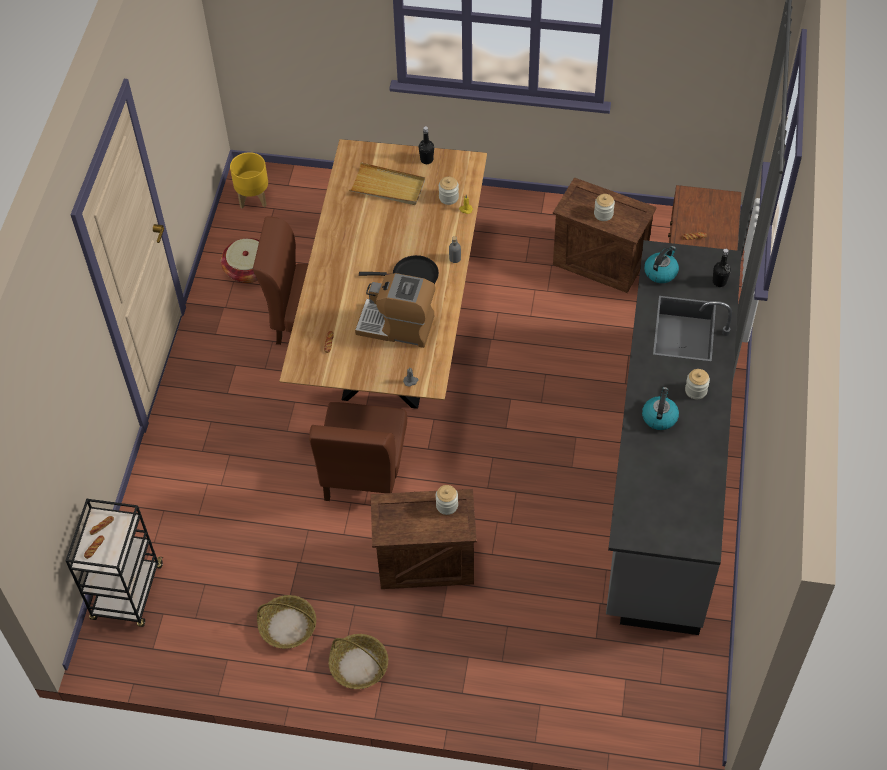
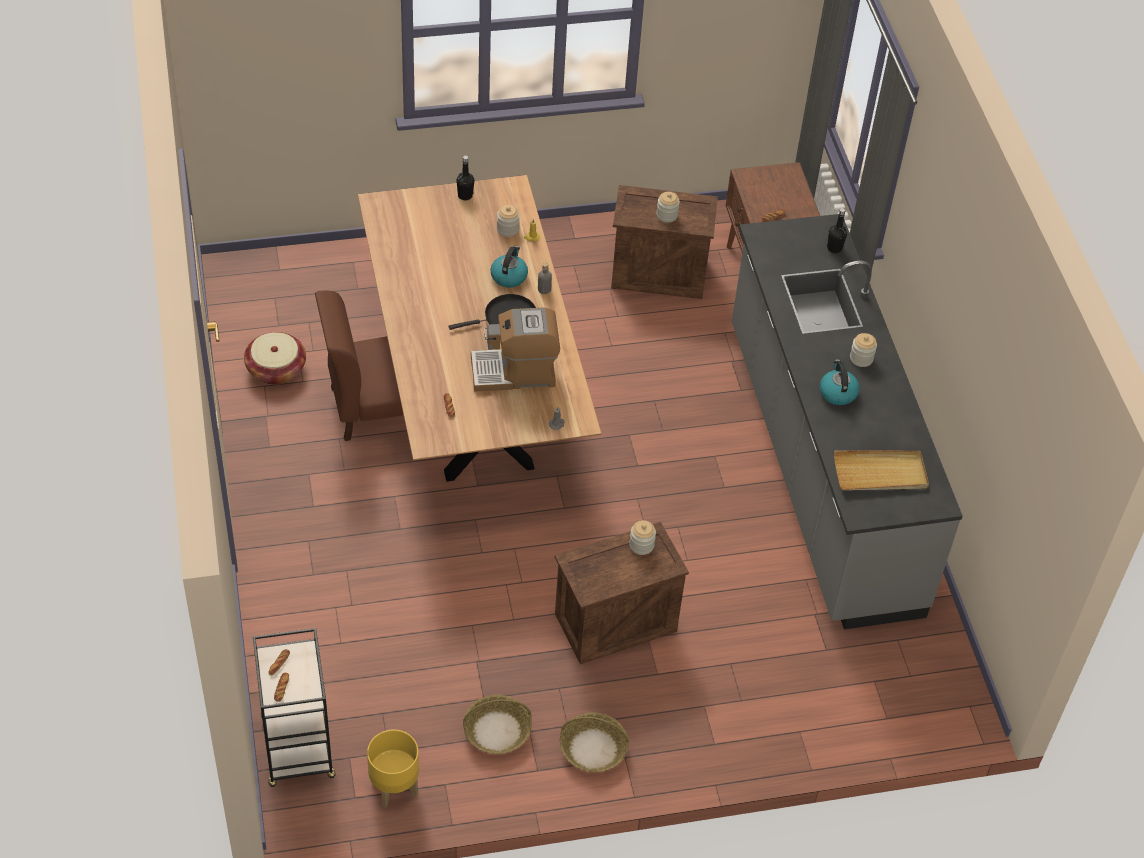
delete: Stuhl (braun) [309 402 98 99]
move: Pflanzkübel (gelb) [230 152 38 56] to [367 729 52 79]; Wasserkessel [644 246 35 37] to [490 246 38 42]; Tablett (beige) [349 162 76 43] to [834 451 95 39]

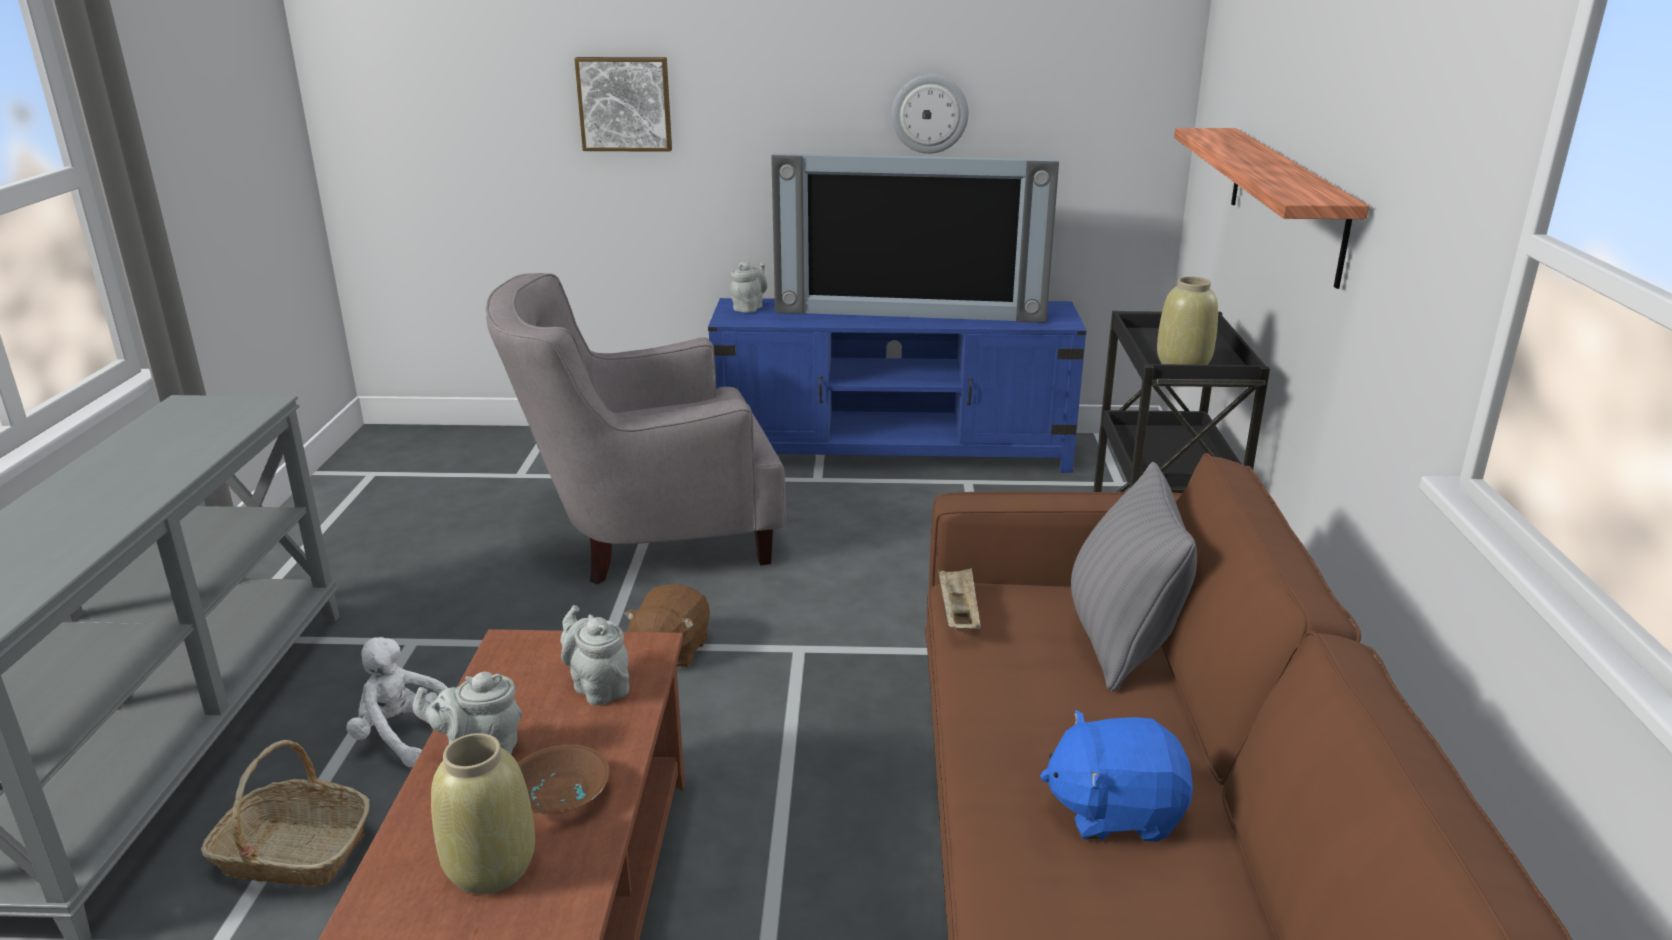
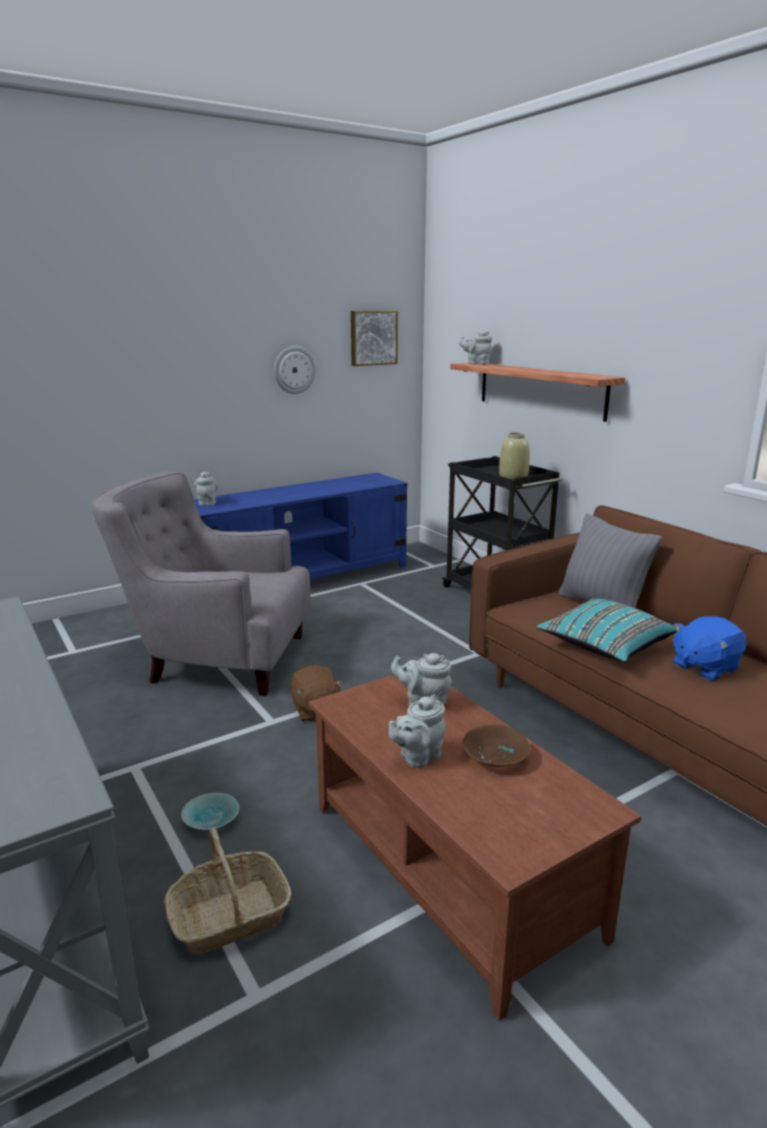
delete: Vase (beige) [431 733 104 161]; Fernseher [771 153 288 170]; Tablett (beige) [938 568 43 62]
insert: Teekanne (grau) [459 331 34 34]; Kissen (türkis) [537 598 140 64]
move: Bild [574 57 98 95] to [351 311 47 55]
replace: Plüschtier (weiß) [346 637 102 130] to Schüssel (türkis) [181 793 58 37]
rotate: Sessel (grau) [486 273 300 311] = [92 471 219 225] 60 degrees clockwise

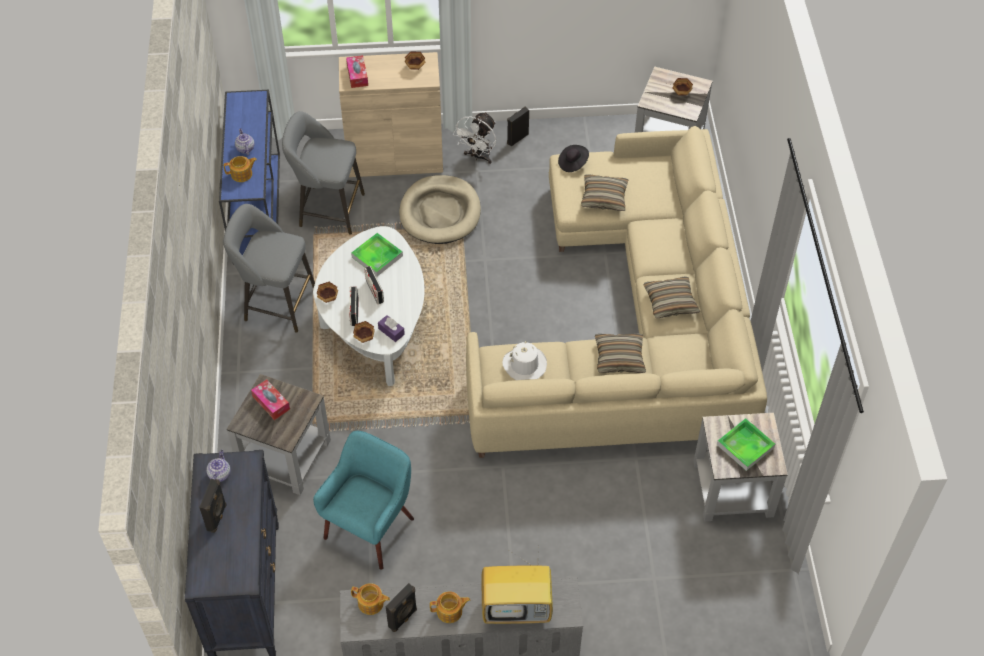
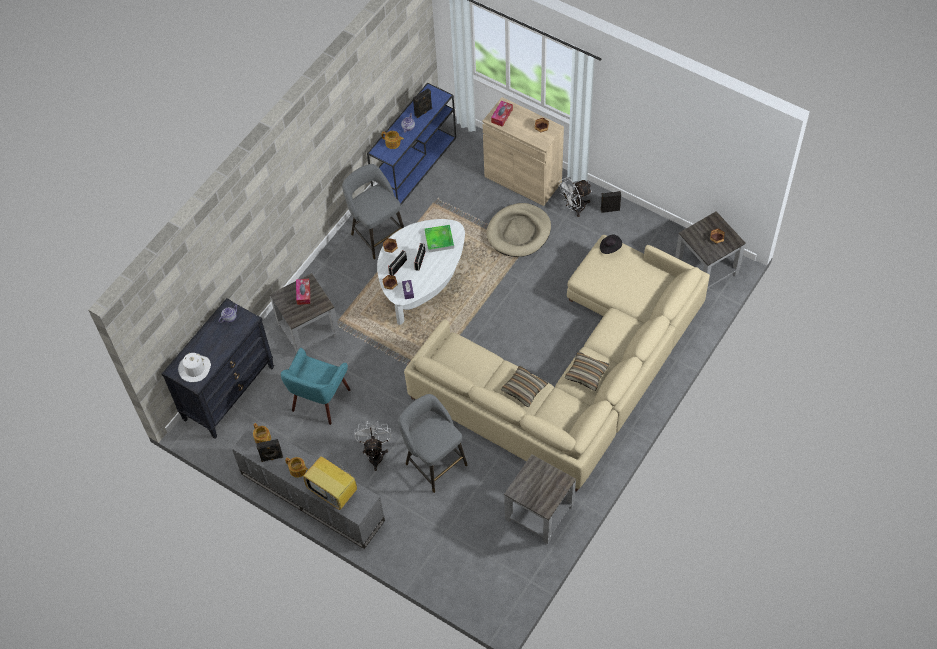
delete: Kissen [581 174 47 37]; Tablett [717 418 58 53]
insert: Ventilator (weiß) [355 421 36 50]
move: Hut (weiß) [502 341 45 39] to [178 352 33 30]; Hocker (grau) [282 111 83 124] to [398 394 69 99]; Lautsprecher (schwarz) [199 479 28 54] to [413 88 19 30]
rotate: Sessel (türkis) [313 431 101 139] = [281 348 70 77] 135 degrees clockwise

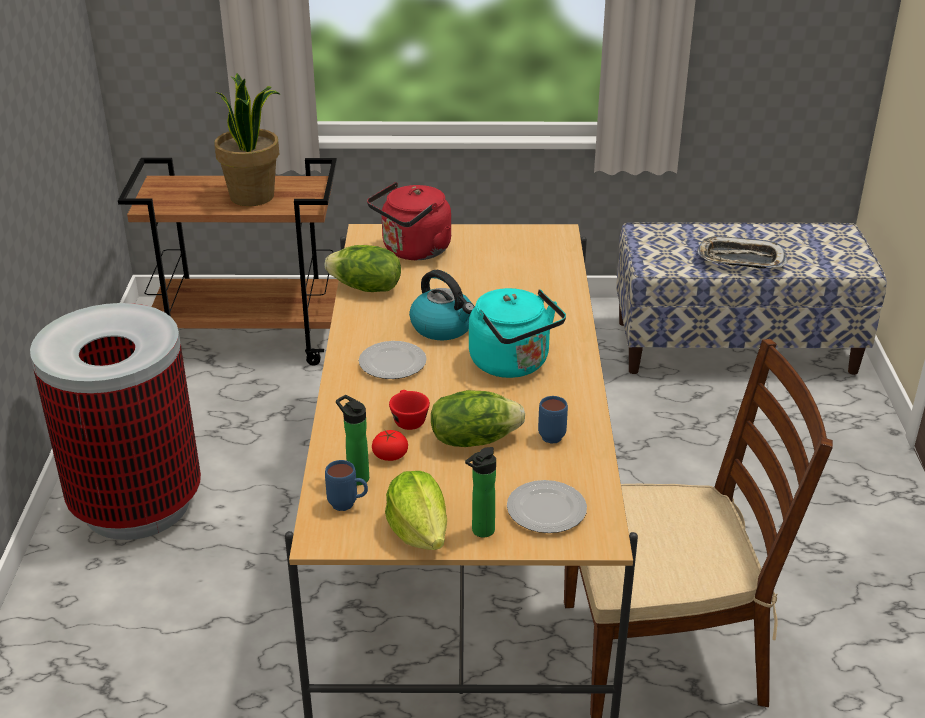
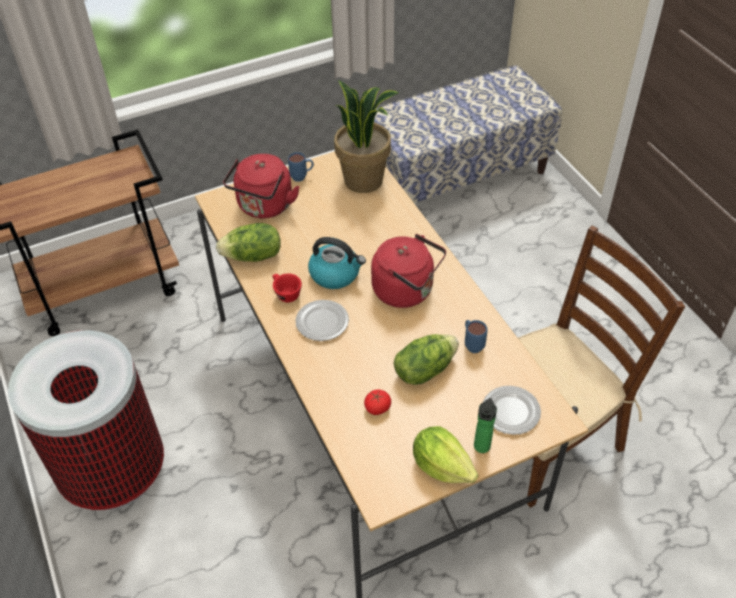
delete: Flasche [336 395 33 90]; Tablett [697 236 91 32]
move: Tasse (rot) [389 390 41 40] to [272 274 30 29]; Henkelbecher (blau) [325 460 43 51] to [288 152 26 30]; Topfpflanze [214 73 66 133] to [334 80 65 113]
recolor: Wasserkessel (türkis) [469 288 97 90] to Wasserkessel (rot) [371 234 75 74]

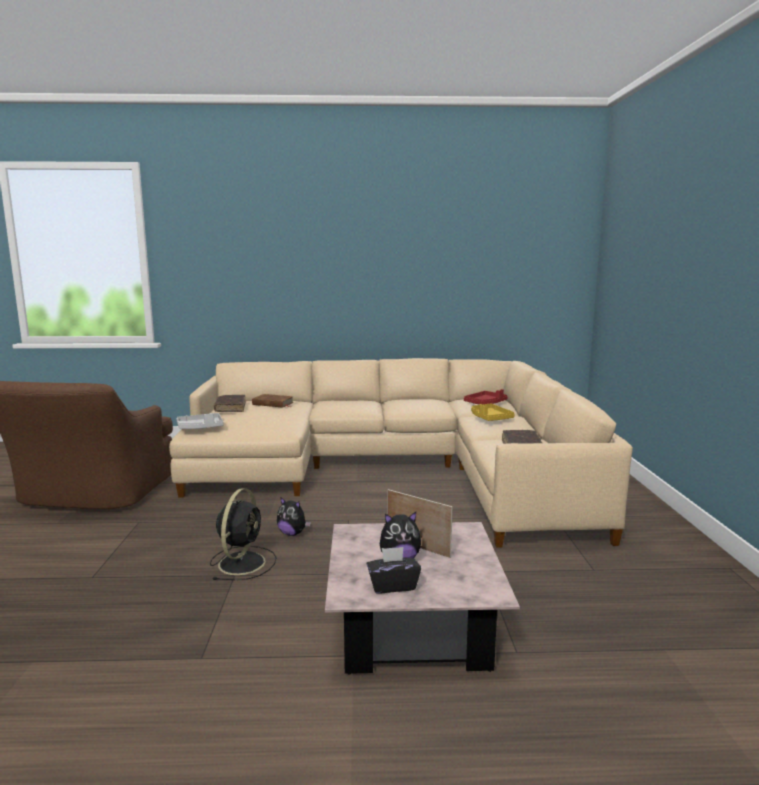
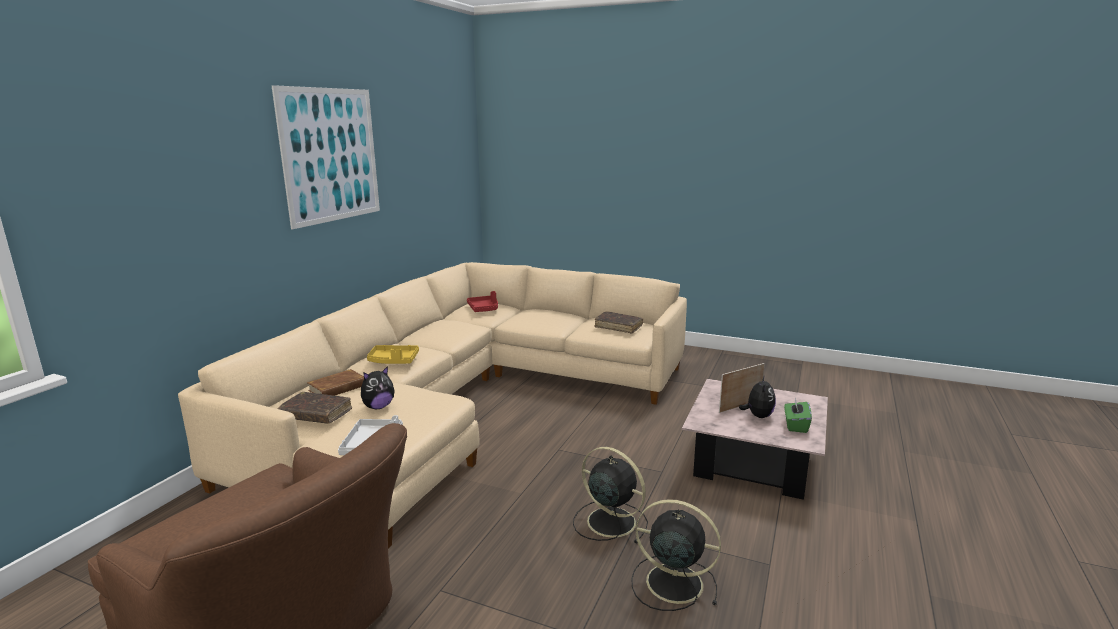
insert: Bild [271 85 109 144]; Ventilator (schwarz) [631 499 90 112]
move: Plüschtier [277 498 34 38] to [361 366 34 43]; Tablett (gelb) [471 404 44 17] to [367 345 52 19]
recolor: Taschentuchbox (schwarz) [367 547 54 46] to Taschentuchbox (grün) [784 398 28 35]

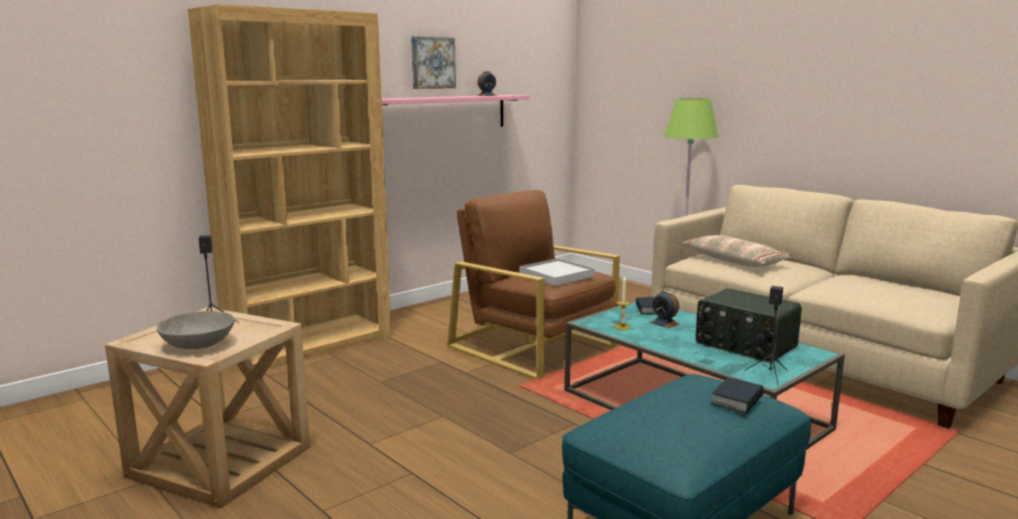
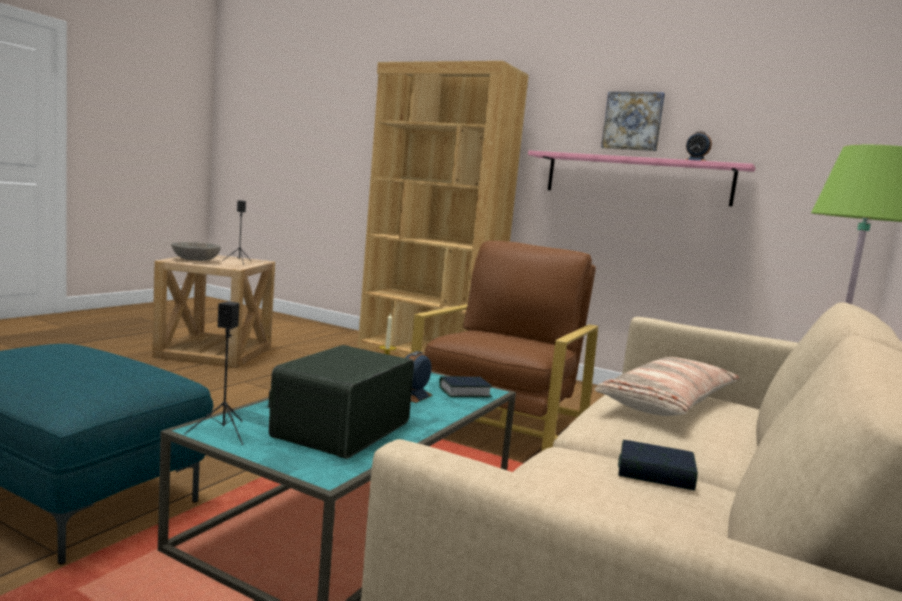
delete: Tablett (weiß) [519 258 76 28]
move: Buch [710 377 54 37] to [618 440 80 51]

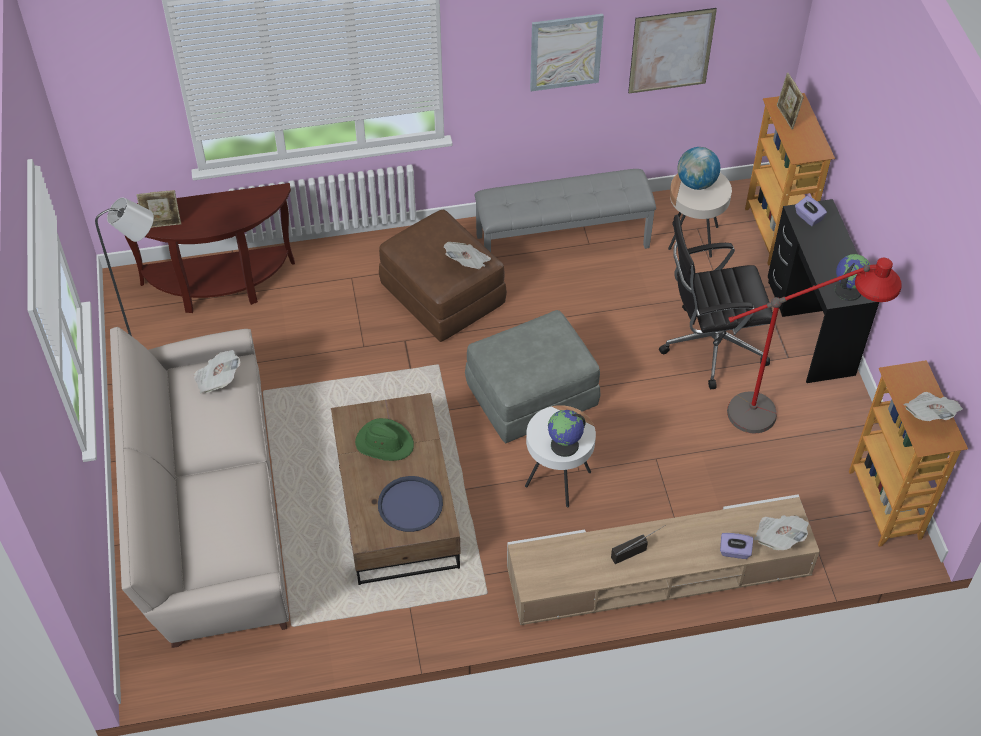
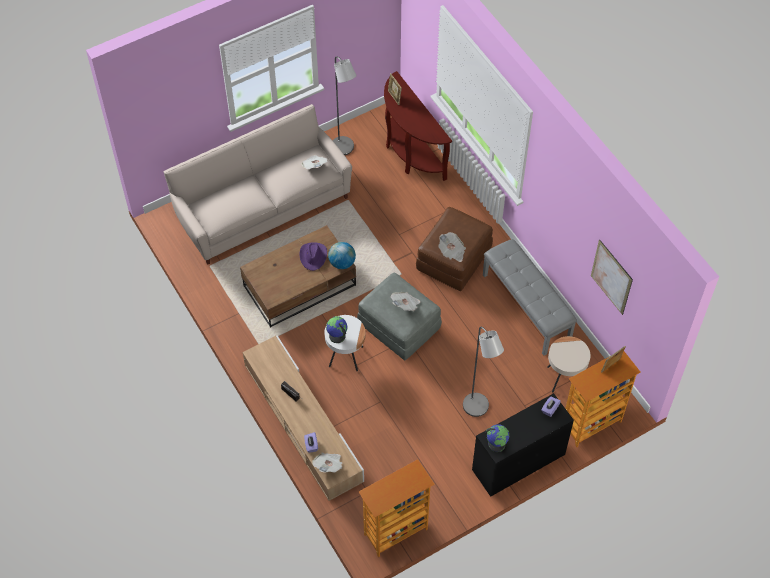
delete: Tablett (blau) [378 476 65 56]; Bild [530 14 74 77]; Stehlampe (rot) [727 258 175 175]
move: Globus [677 147 43 43] to [328 242 28 27]; Zeitung [903 392 60 29] to [391 292 29 19]
replace: Bürostuhl (schwarz) [659 215 114 174] to Stehlampe (grau) [463 327 41 90]
recolor: Hut (grün) [355 418 59 43] to Hut (lila) [299 242 28 29]

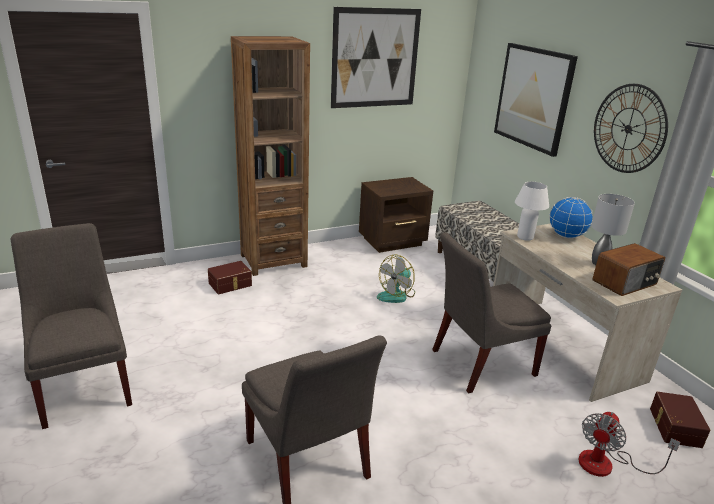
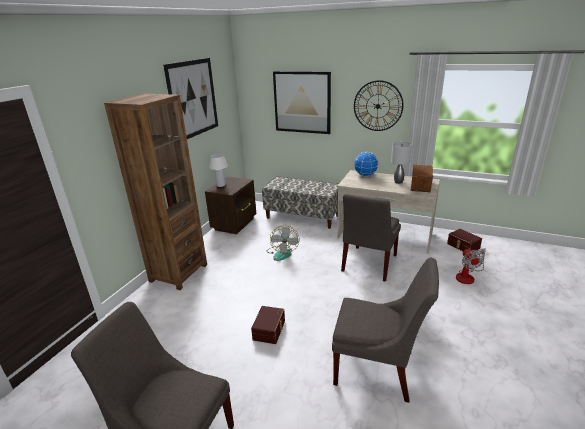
move: Tischlampe (weiß) [515 182 34 59] to [209 154 19 33]; Aufbewahrungsbox (braun) [208 261 44 34] to [251 306 34 38]

